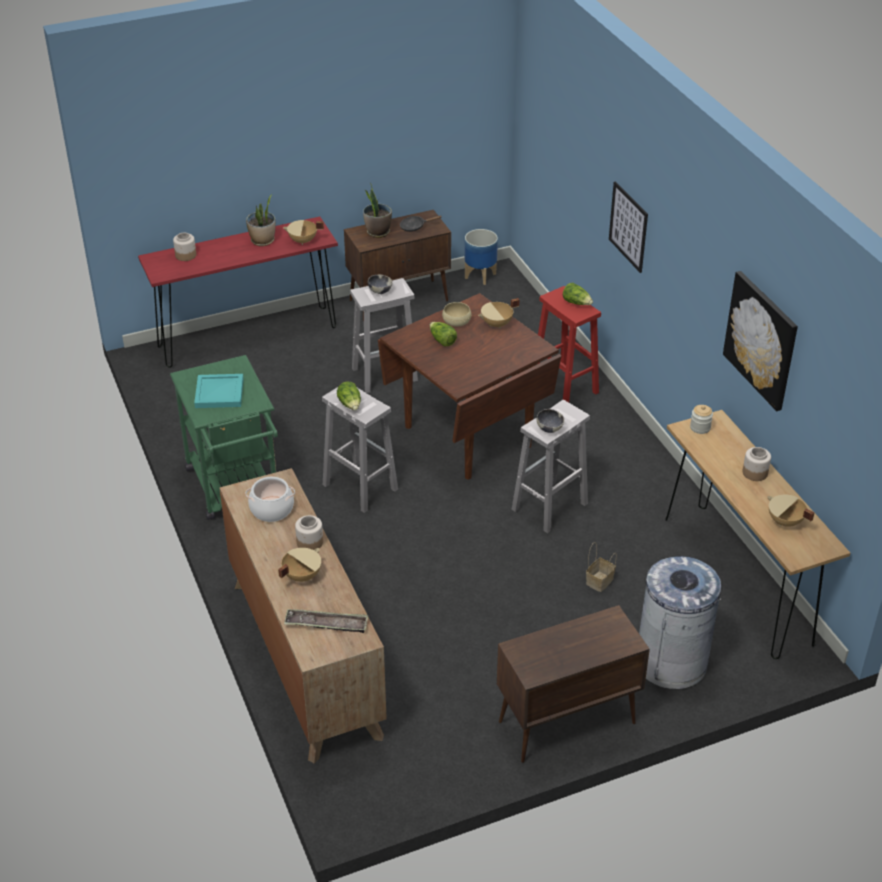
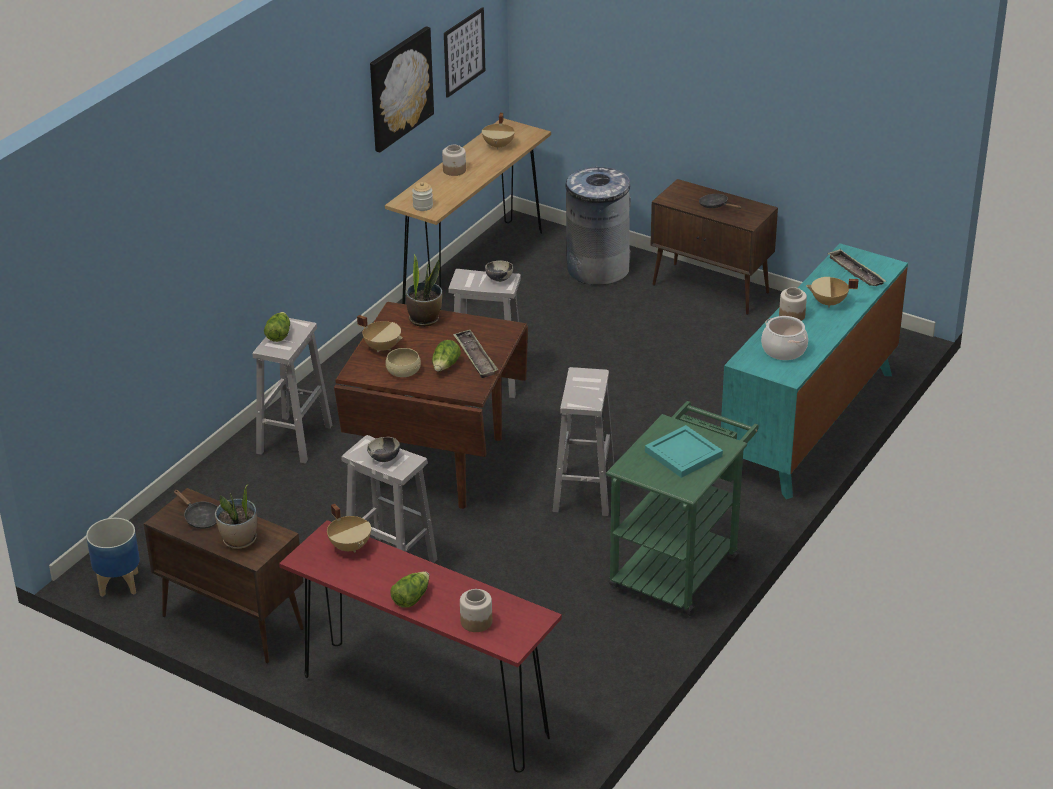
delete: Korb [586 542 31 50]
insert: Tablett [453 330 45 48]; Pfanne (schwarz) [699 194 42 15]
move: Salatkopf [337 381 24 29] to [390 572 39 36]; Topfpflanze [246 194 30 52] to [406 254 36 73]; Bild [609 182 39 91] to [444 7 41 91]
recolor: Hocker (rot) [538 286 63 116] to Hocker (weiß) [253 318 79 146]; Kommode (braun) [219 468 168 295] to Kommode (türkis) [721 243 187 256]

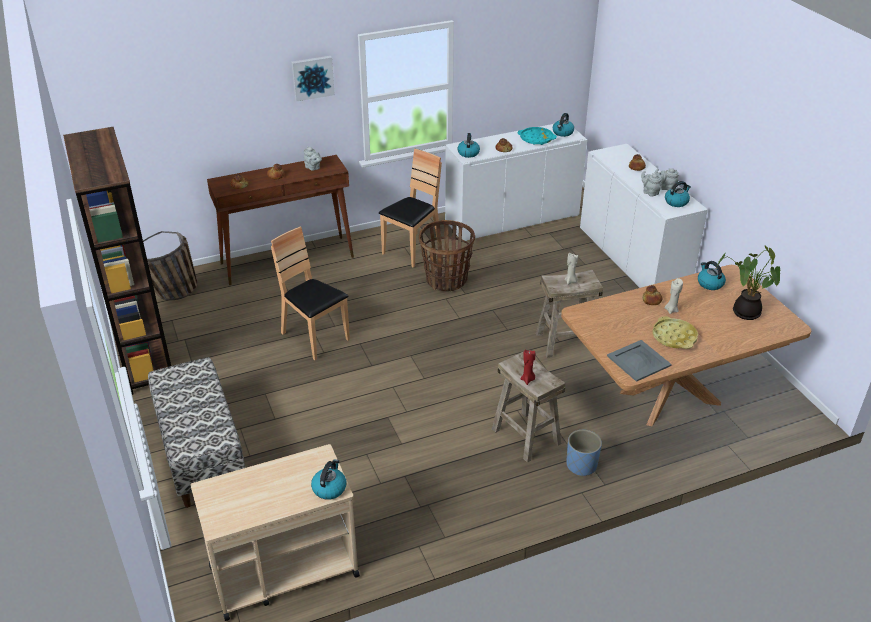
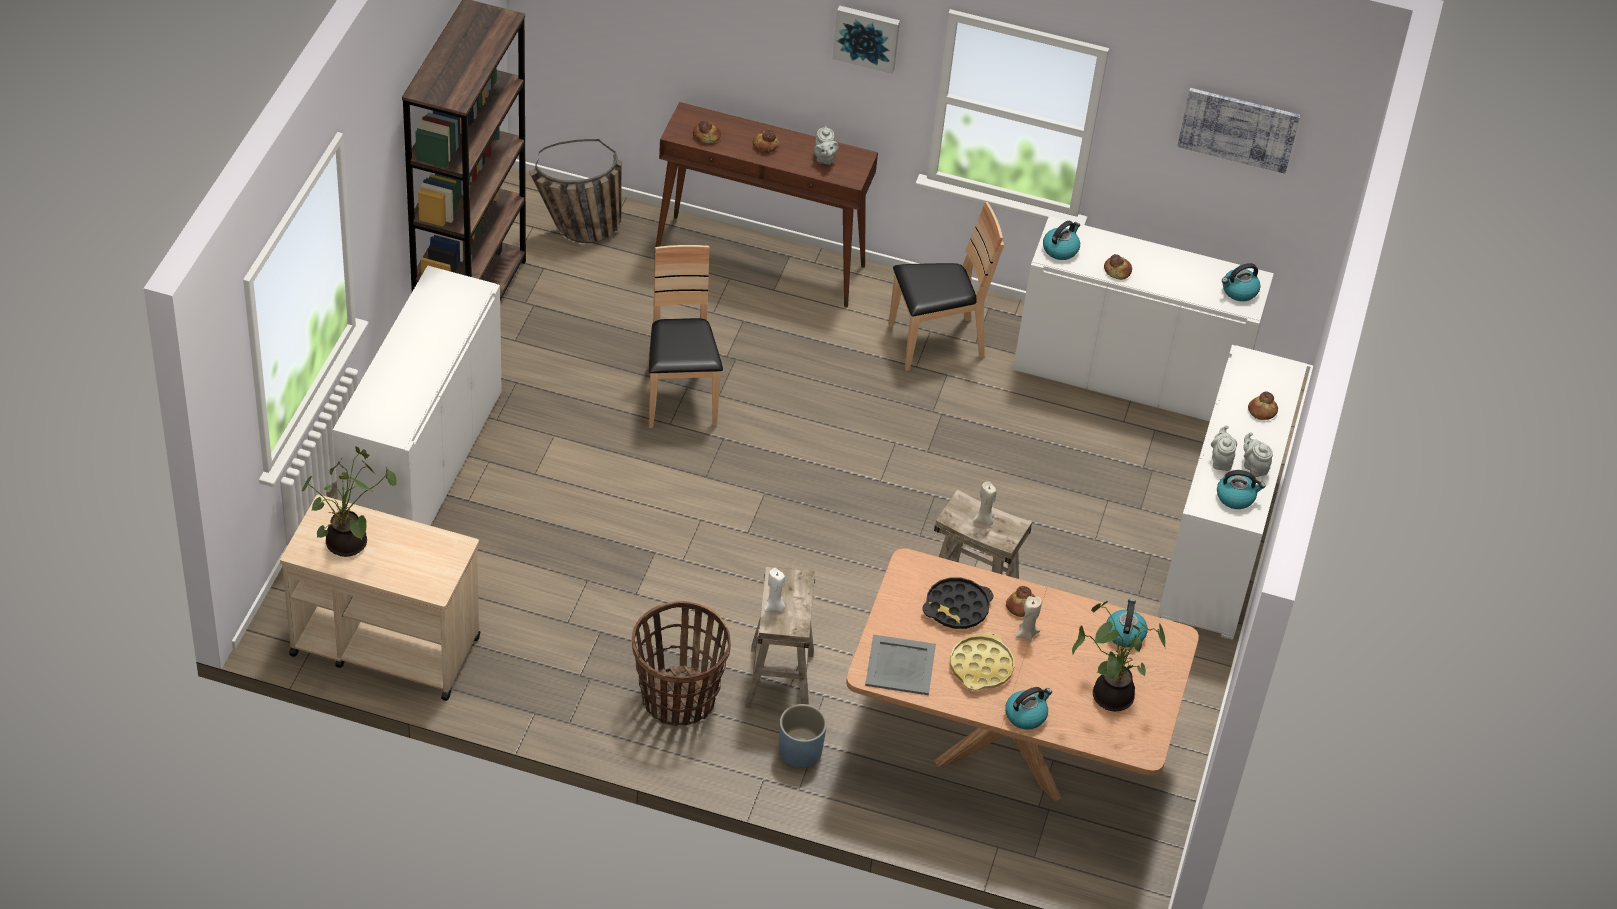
delete: Tablett (türkis) [518 127 39 18]
insert: Topfpflanze [301 446 96 111]; Tablett (schwarz) [922 577 71 52]; Bild [1177 88 123 86]
move: Korb [419 220 56 71] to [632 601 99 125]; Wasserkessel [311 459 35 41] to [1005 687 47 43]
replace: Bank [148 357 97 151] to Schrank (weiß) [333 266 169 260]
recolor: Kerze (rot) [521 350 14 35] to Kerze (weiß) [764 568 21 44]

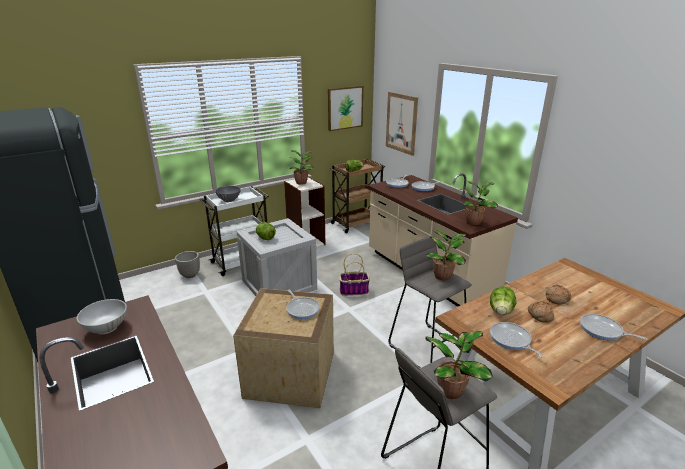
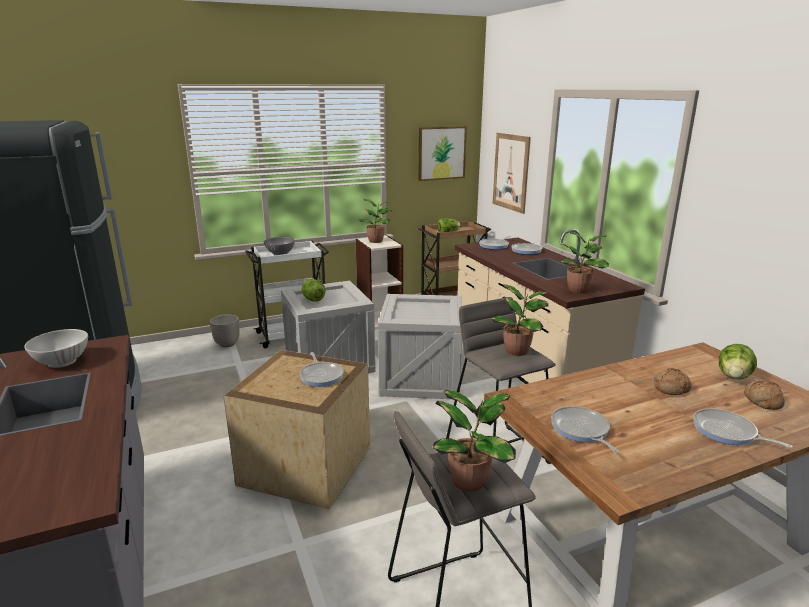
move: Salatkopf [490 286 26 29] to [719 344 38 36]; Brot [528 301 26 22] to [744 380 41 30]
replace: Korb [339 254 31 42] to Kiste [378 294 84 105]

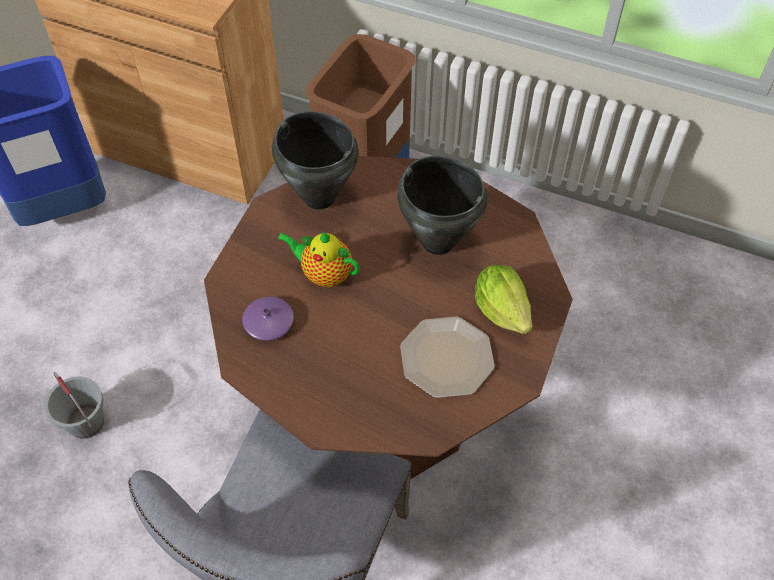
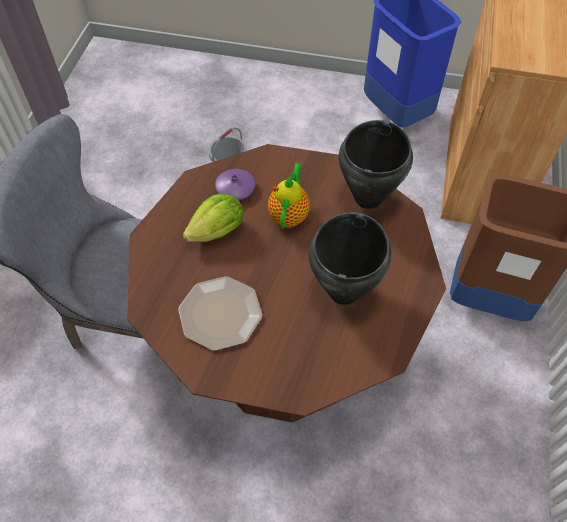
move: Salatkopf [475 265 58 69] to [183 193 60 49]

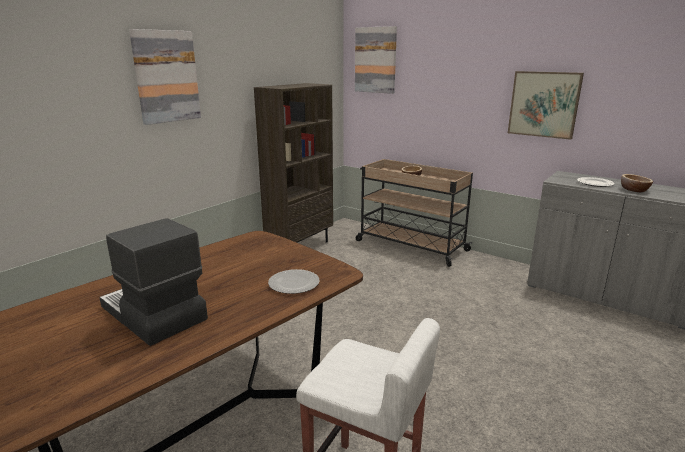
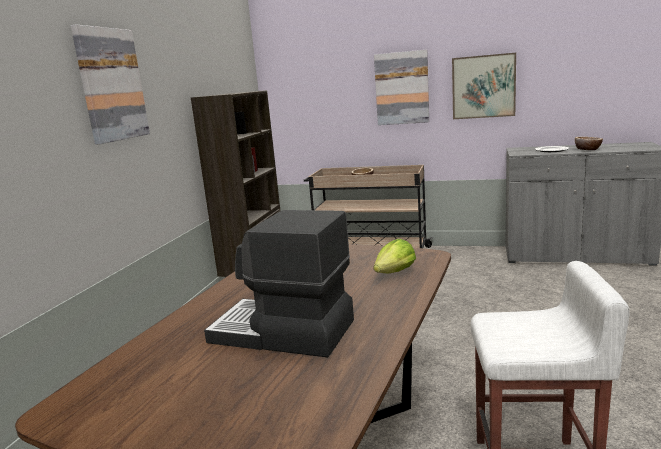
move: Bild [355 26 42 68] to [374 50 55 75]
replace: Teller [268 269 52 25] to Salatkopf [373 239 43 34]

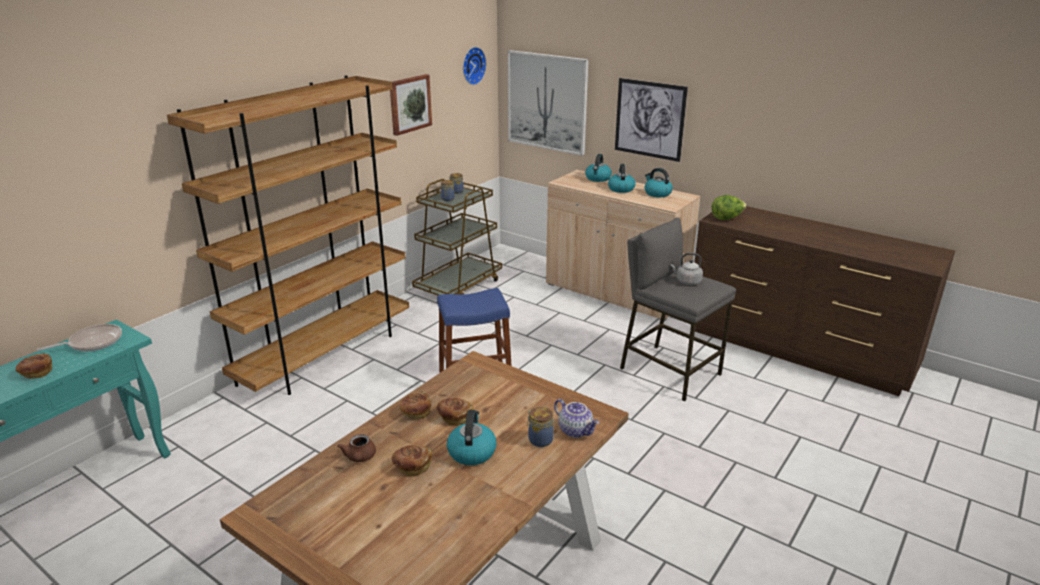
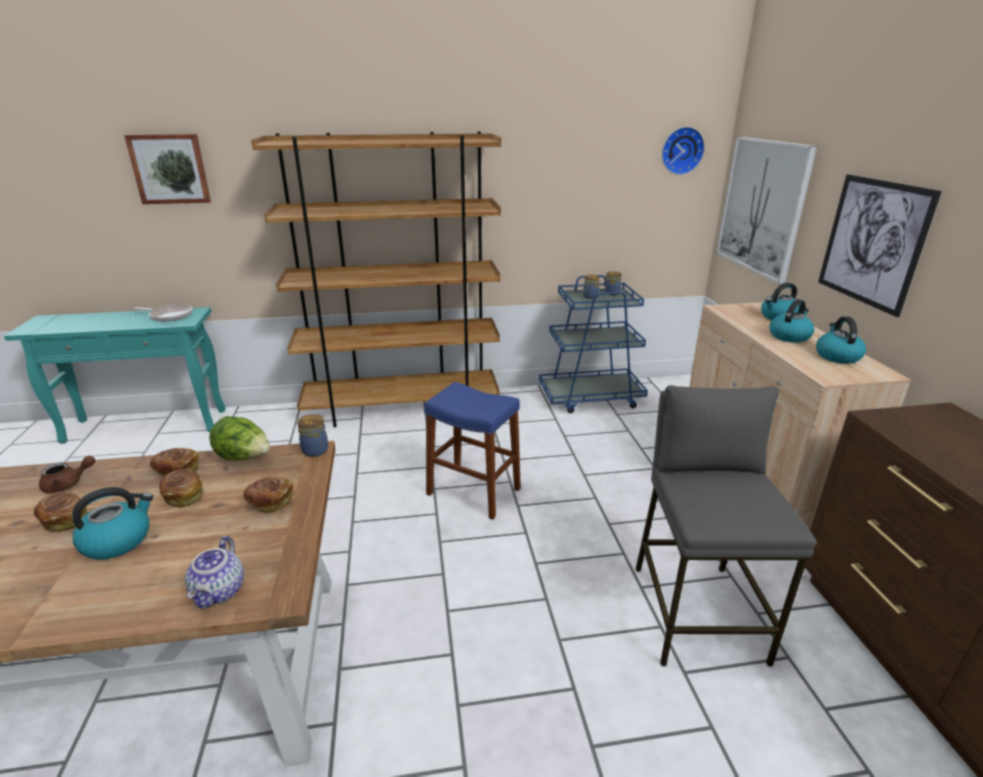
delete: Wasserkessel (grau) [670 253 33 32]
move: Bild [390 74 42 62] to [124 134 87 70]; Salatkopf [712 195 35 25] to [209 416 61 44]; Brot [16 353 36 26] to [243 477 50 37]; Vorratsglas [527 407 27 40] to [297 414 31 43]
recolor: Rollwagen (braun) [412 179 90 117] to Rollwagen (blau) [539 275 109 138]
rotate: Teekanne (braun) [337 434 39 28] = [39 456 56 37] 150 degrees counterclockwise

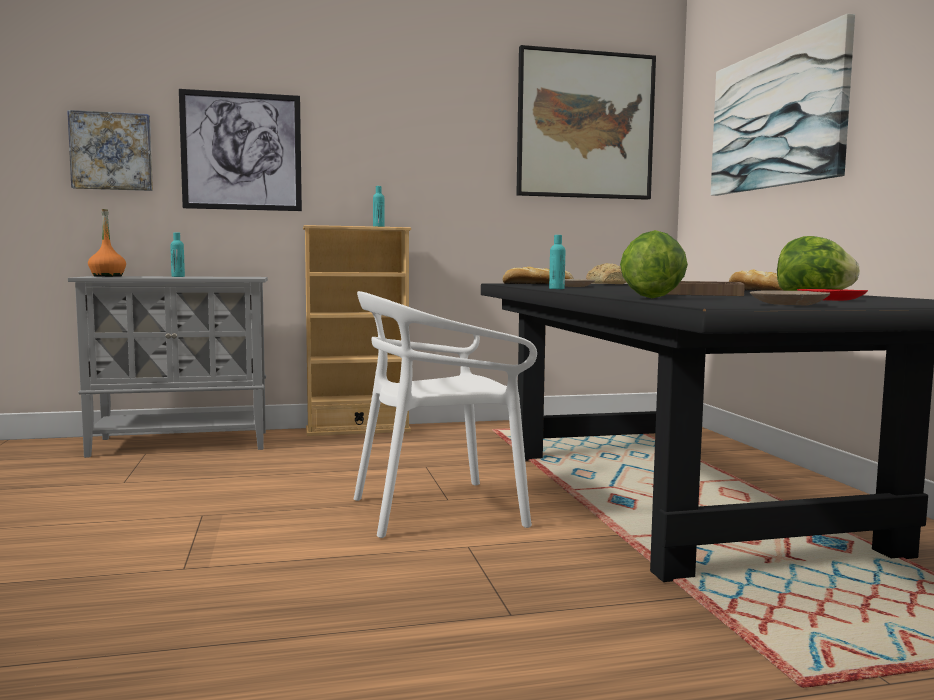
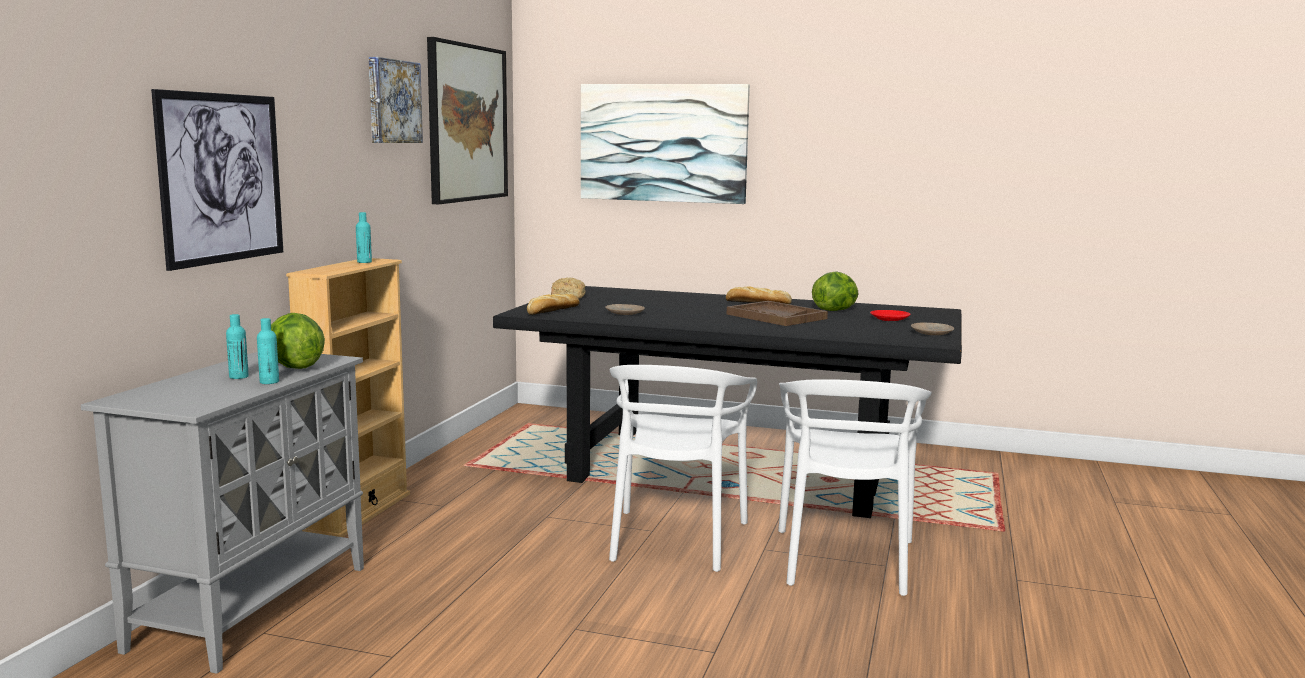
delete: Flasche (orange) [88 209 38 68]
insert: Stuhl (weiß) [778 379 154 217]
move: Flasche (türkis) [549 235 16 54] to [257 318 22 66]; Salatkopf [620 230 68 68] to [271 313 54 56]; Bild [67 110 86 81] to [369 57 54 86]

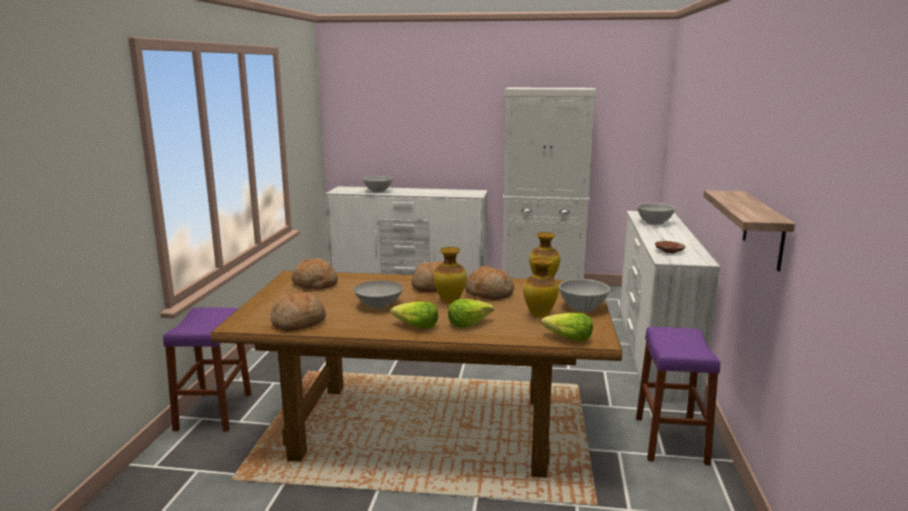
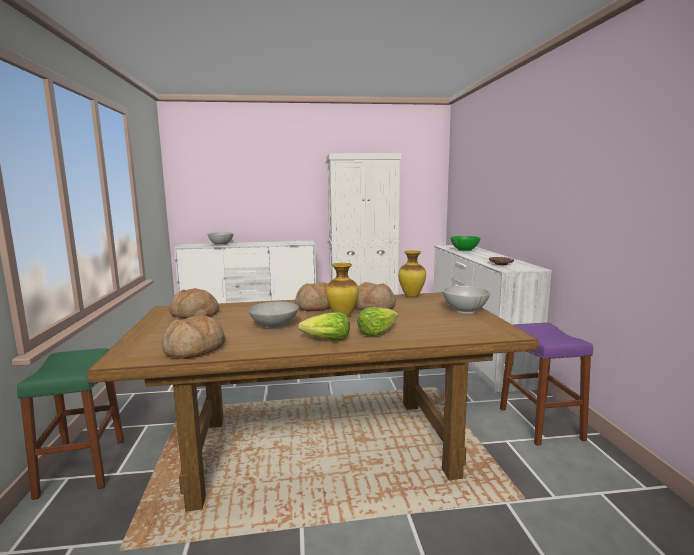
delete: Vase [523 258 36 60]; Salatkopf [541 313 52 29]; Wandregal [704 190 91 82]
recolor: Hocker (lila) [163 308 89 123] to Hocker (grün) [17 348 107 152]; Schüssel (weiß) [637 203 38 22] to Schüssel (grün) [450 236 30 15]

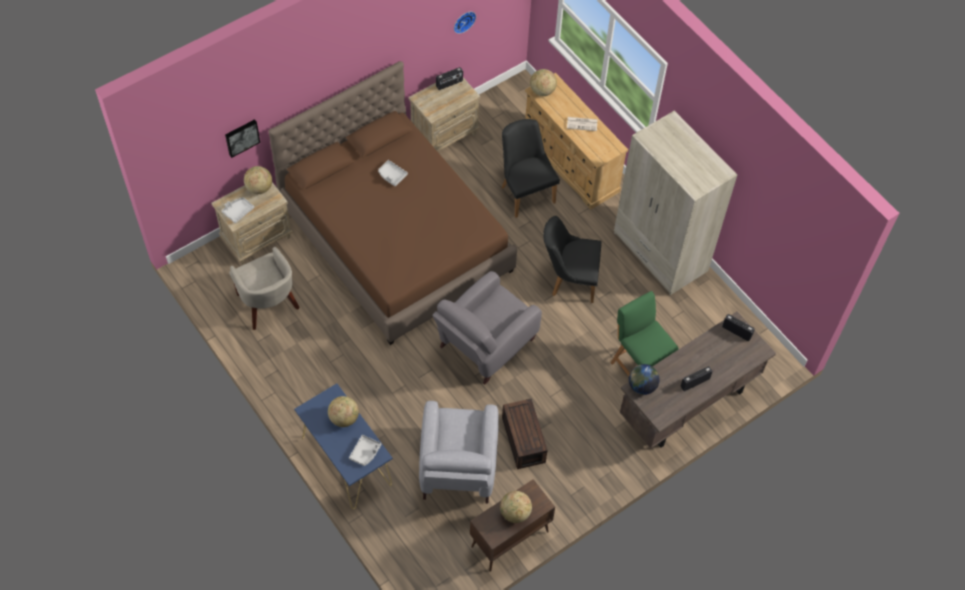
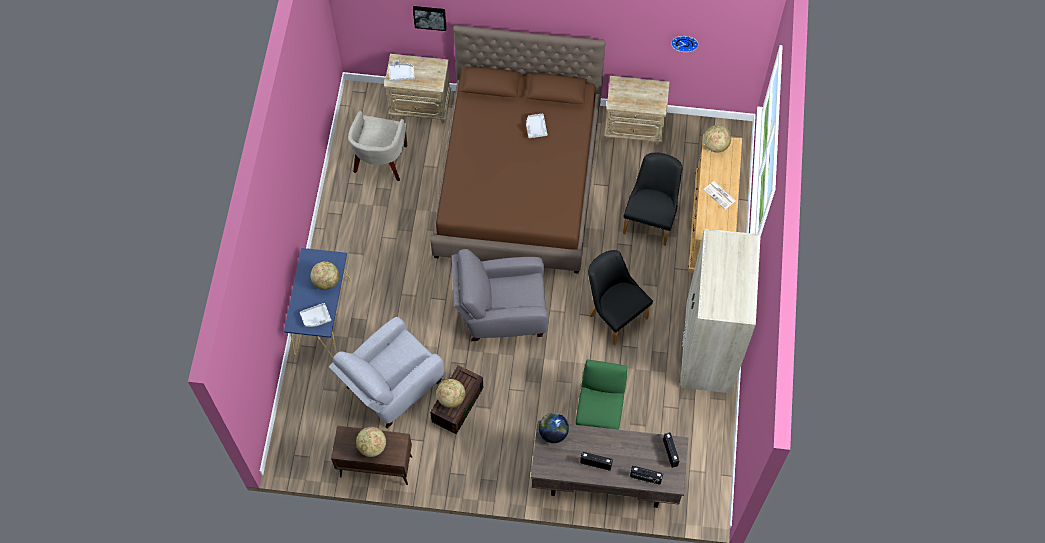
move: Globus [244 166 28 28] to [437 379 28 29]; Radio [436 67 27 23] to [630 466 33 19]

